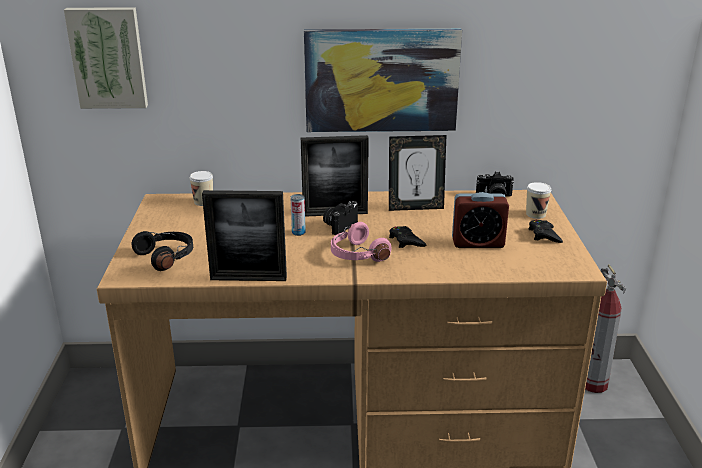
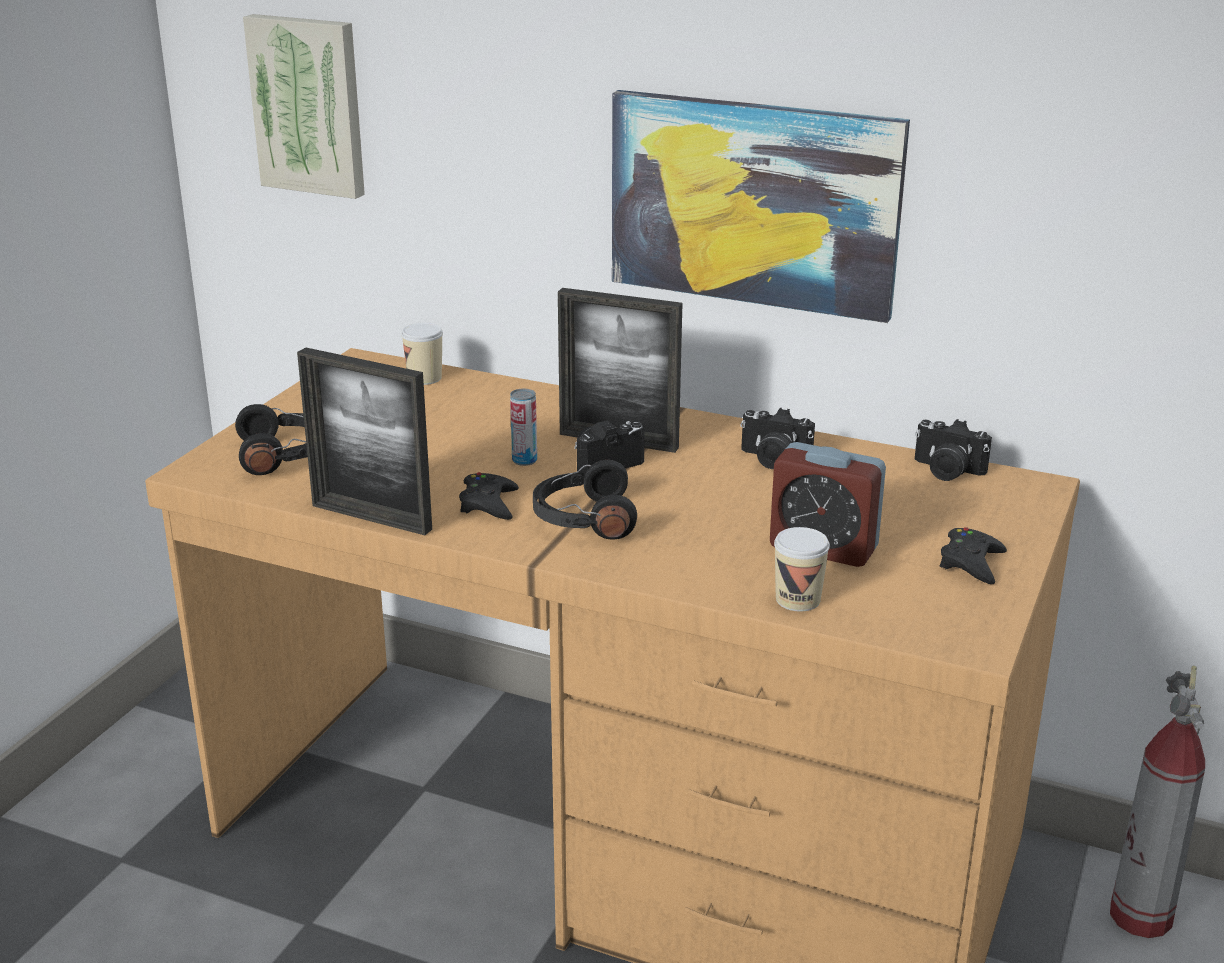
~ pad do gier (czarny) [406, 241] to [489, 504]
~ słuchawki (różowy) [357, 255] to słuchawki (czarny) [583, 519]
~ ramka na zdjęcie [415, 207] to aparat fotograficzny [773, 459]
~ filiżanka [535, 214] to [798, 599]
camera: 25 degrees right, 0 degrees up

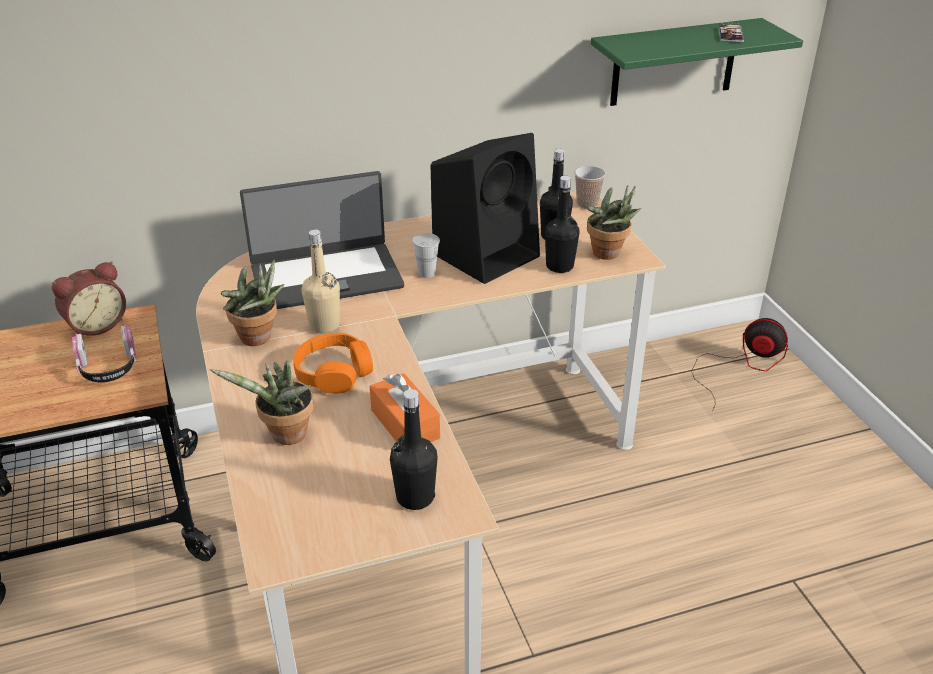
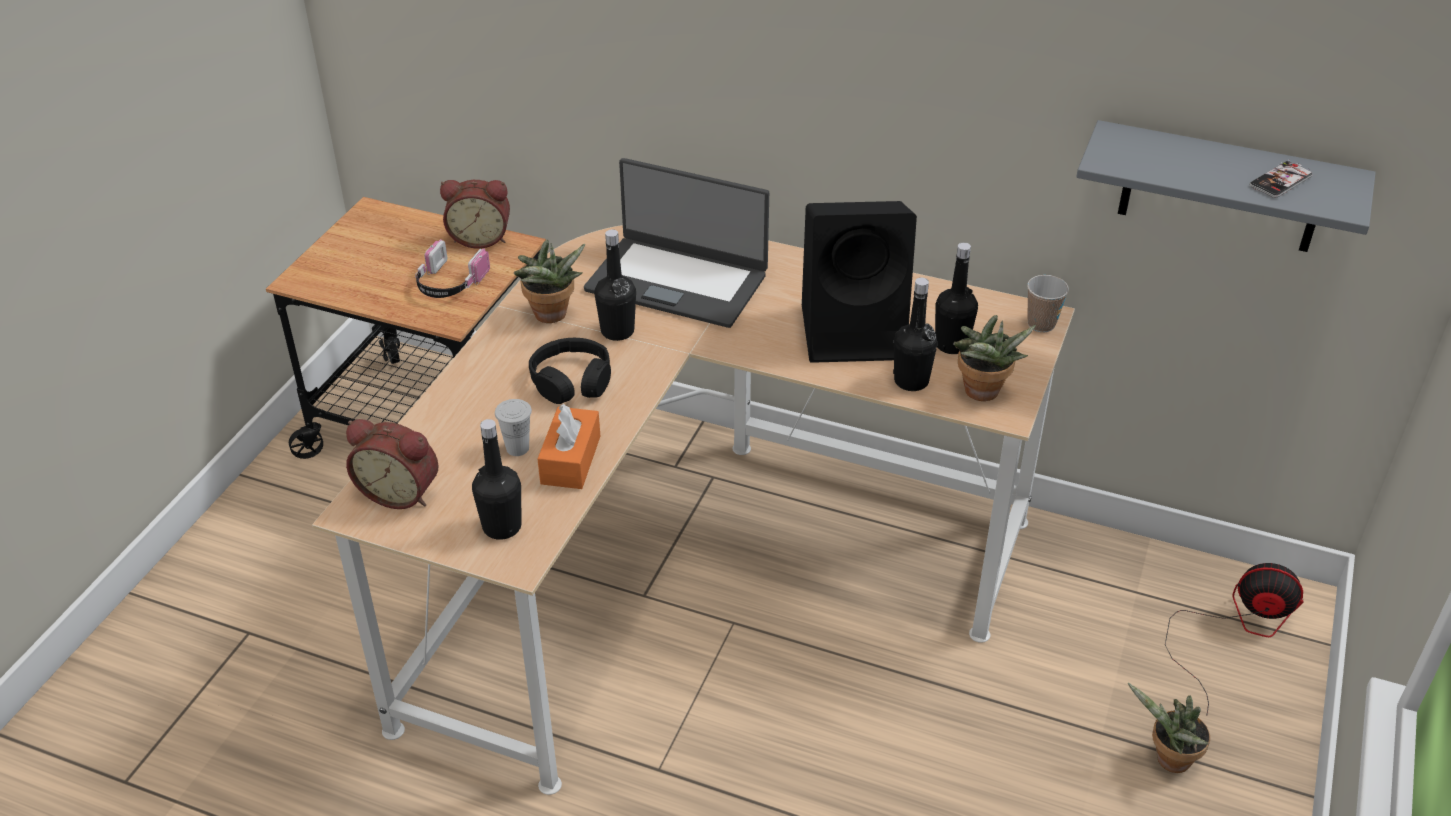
+ budzik [401, 492]
~ filiżanka (biały) [426, 273] to [517, 448]
~ słuchawki (pomarańczowy) [334, 373] to słuchawki (czarny) [572, 381]
~ butelka (beżowy) [324, 325] to butelka (czarny) [617, 331]
~ półka (zielony) [674, 62] to półka (szary) [1222, 188]
~ roślina doniczkowa [285, 437] to [1168, 760]
~ wentylator [741, 366] = [1235, 630] 45 degrees counterclockwise
camera: 40 degrees right, 5 degrees up

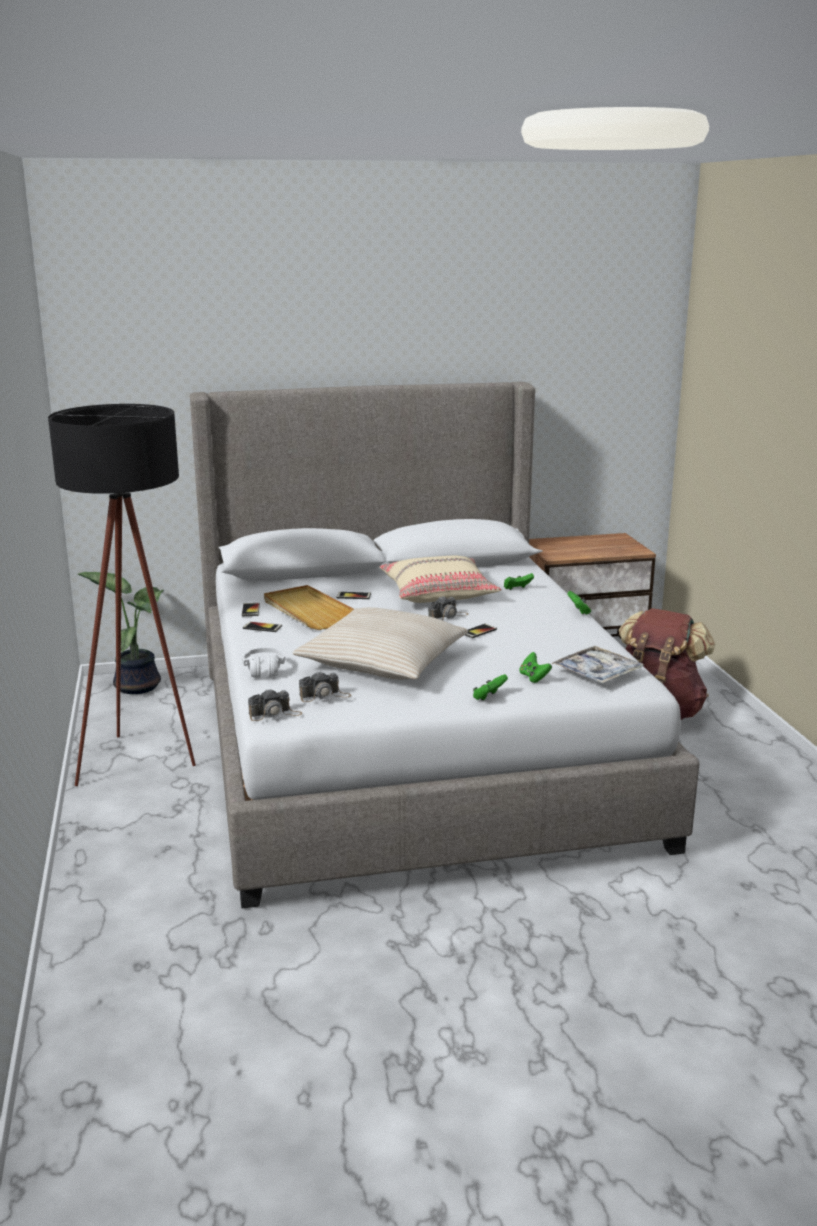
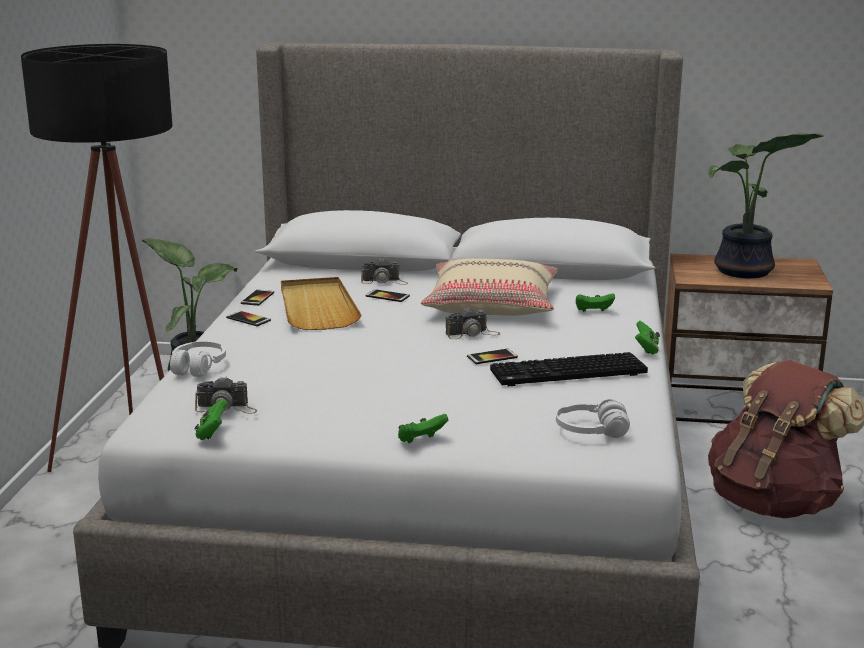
~ pad do gier (zielony) [533, 677] to [212, 433]
~ aparat fotograficzny [275, 714] to [384, 281]
+ klawiatura [567, 373]
~ taca [597, 673] to słuchawki (biały) [591, 431]
+ roślina doniczkowa [744, 272]
- poduszka (beżowy) [383, 661]
camera: 20 degrees right, 0 degrees up

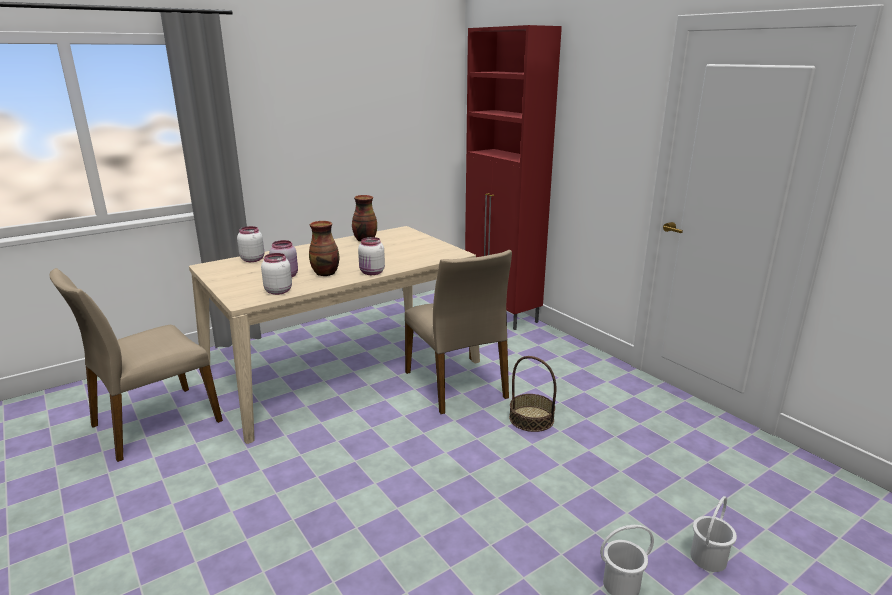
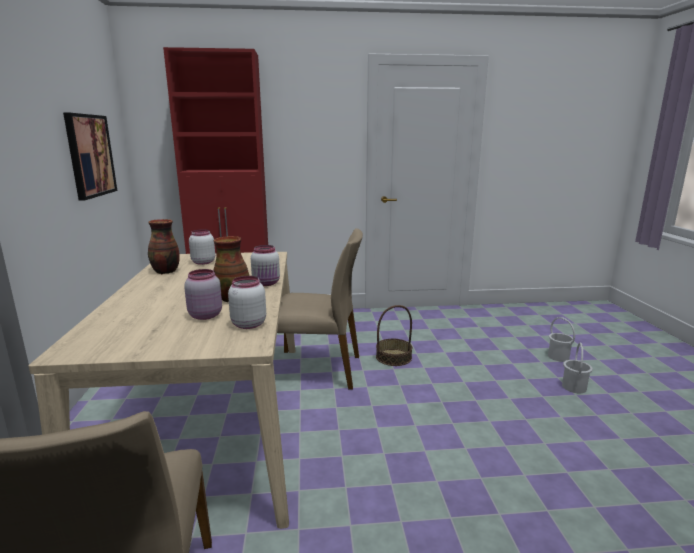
+ obraz [90, 155]
~ słoik (biały) [252, 259] to [202, 262]
camera: 60 degrees left, 5 degrees down

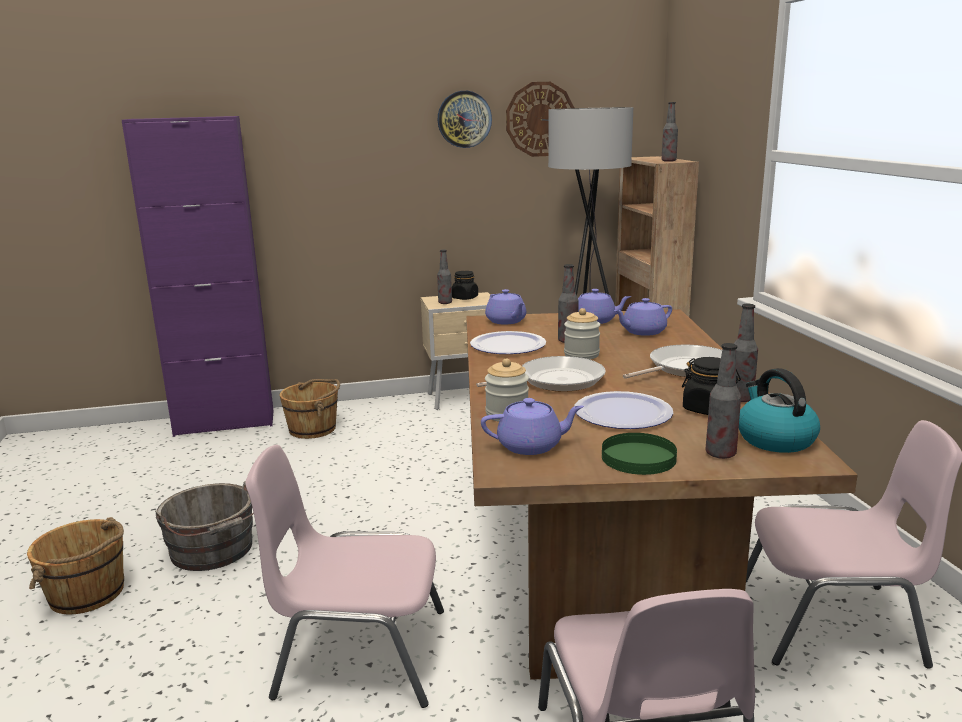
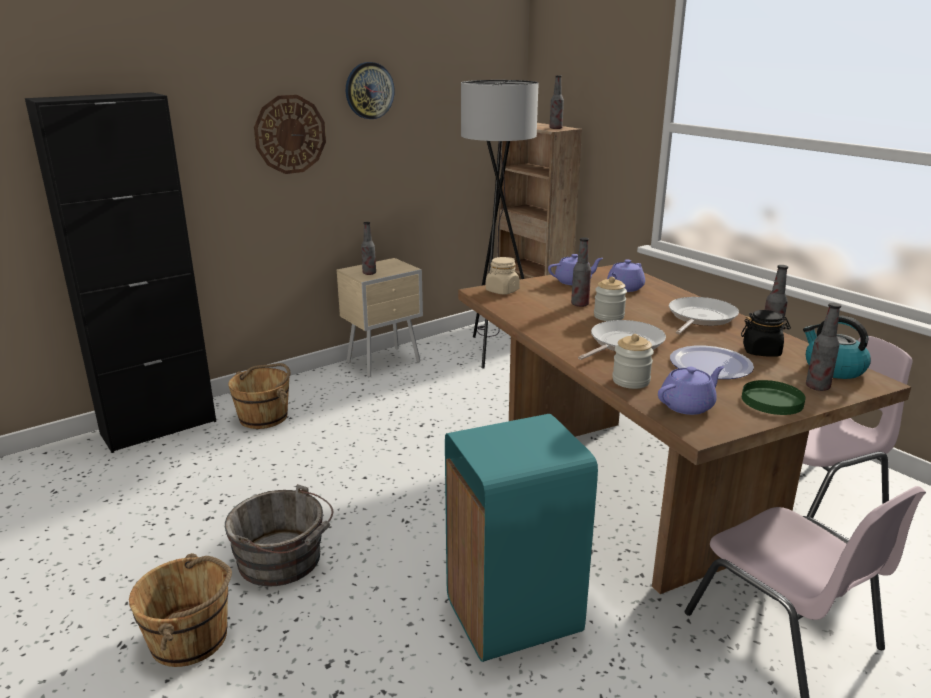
~ szafka (fioletowy) [225, 423] to szafka (czarny) [159, 427]
~ zegar ścienny [540, 119] to [290, 134]
~ krzesło (różowy) [359, 653] to kosz na śmieci (turkusowy) [511, 614]
~ imbryk (fioletowy) [506, 321] to słoik (beżowy) [502, 291]
- słoik (czarny) [464, 298]
- talerz [507, 345]
camera: 25 degrees left, 5 degrees up

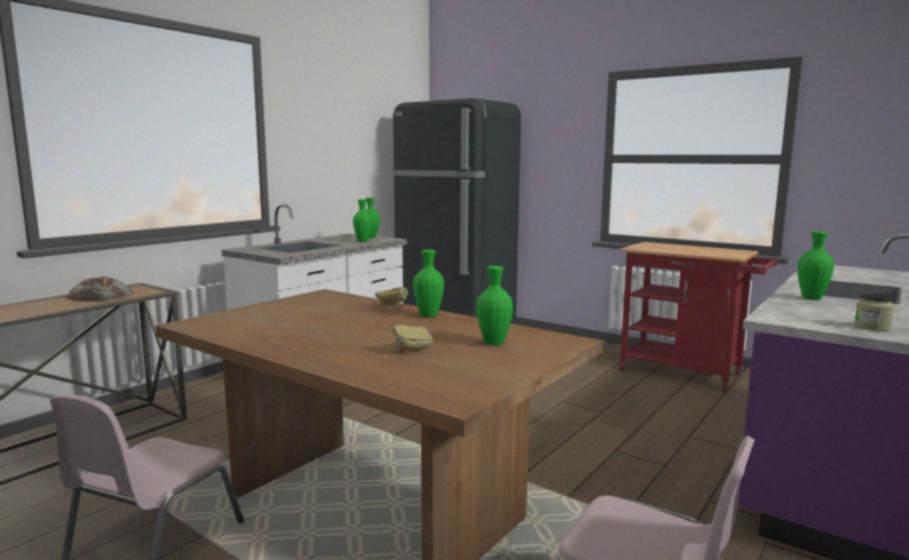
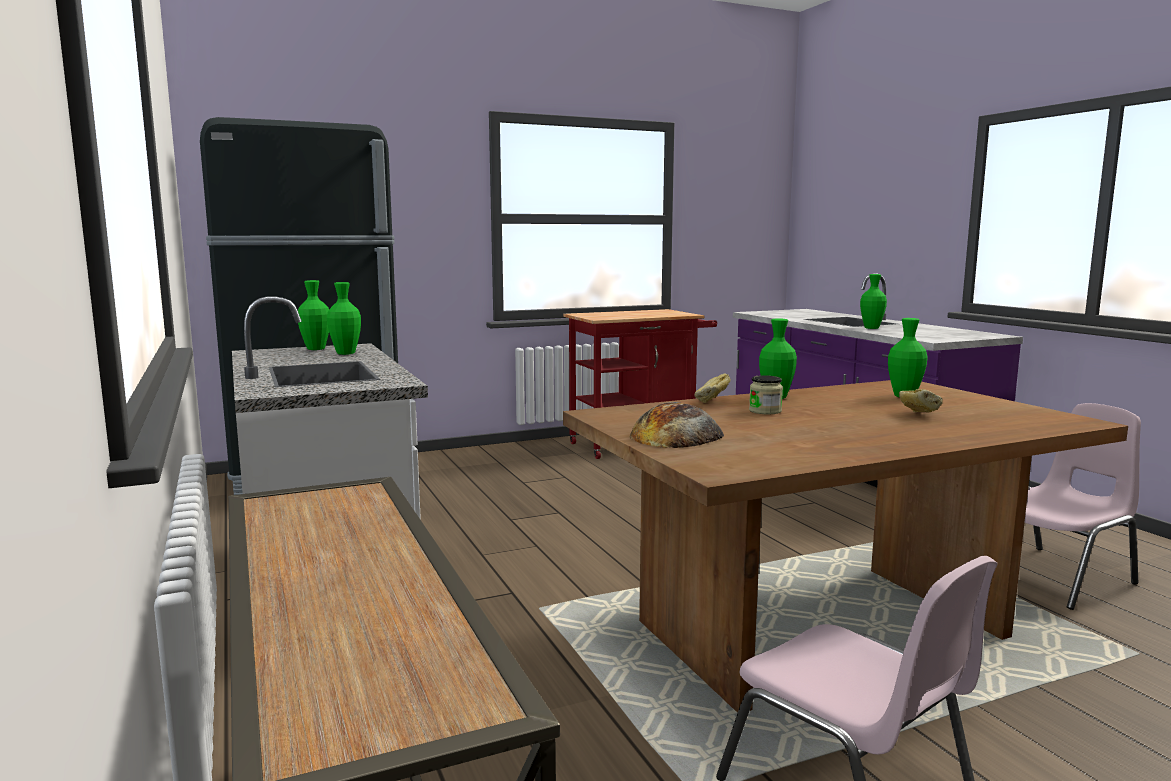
~ chleb [101, 295] to [676, 434]
~ słoik [872, 327] to [765, 411]
camera: 60 degrees left, 0 degrees up

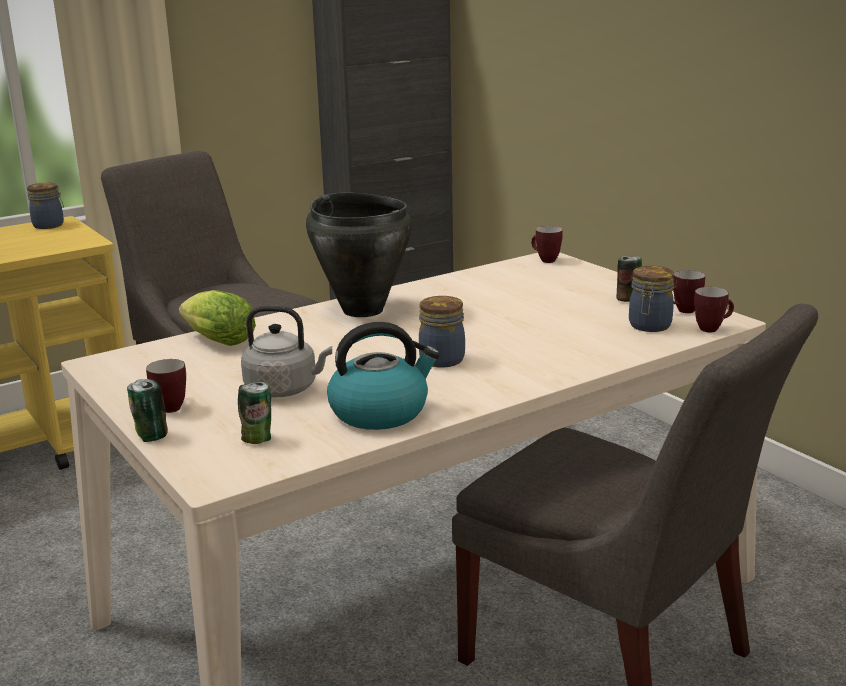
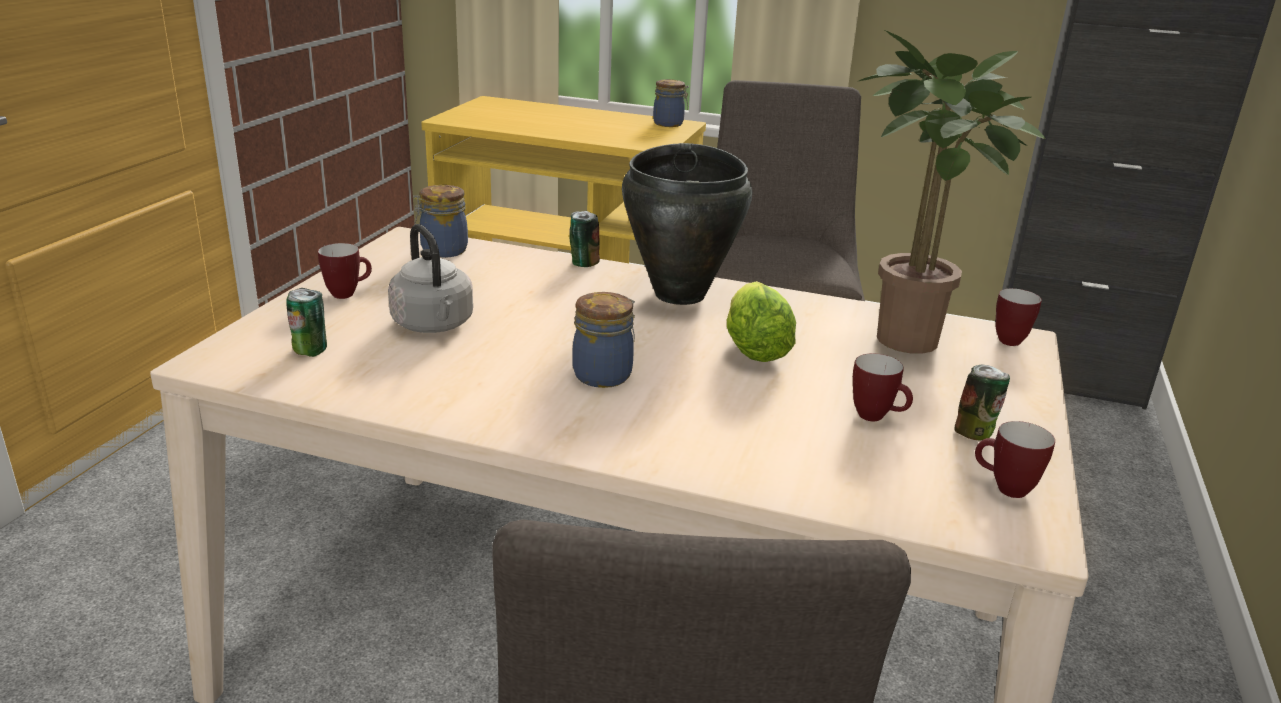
~ słoik [649, 326] to [442, 250]
~ puszka [151, 436] to [583, 263]
~ sałata [216, 341] to [753, 347]
~ kubek [712, 328] to [877, 417]
+ roślina doniczkowa [909, 345]
- czajnik [380, 412]
camera: 50 degrees right, 5 degrees up

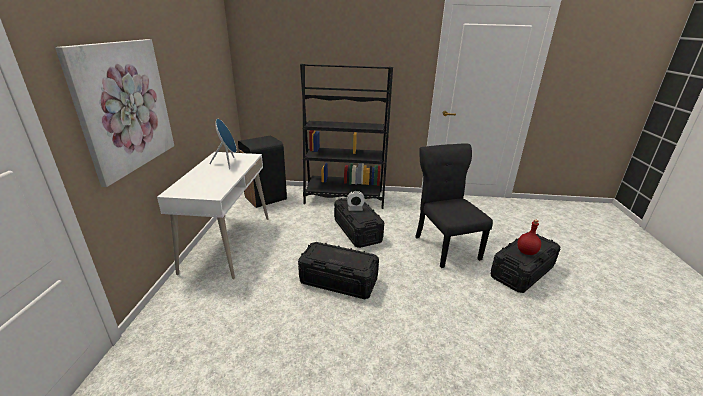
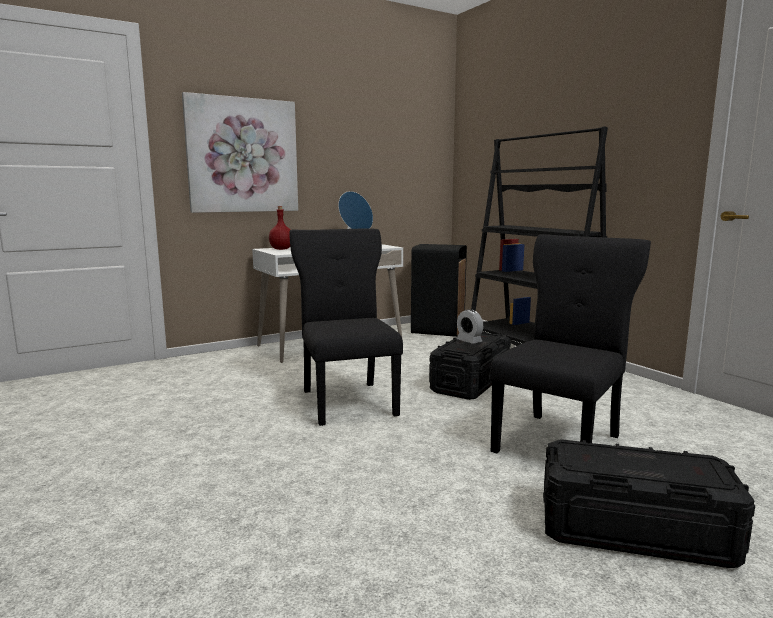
~ butelka (czerwony) [526, 252] to [281, 249]
~ pojemnik do przechowywania (czarny) [338, 281] to krzesło (czarny) [348, 401]
camera: 55 degrees right, 15 degrees down

